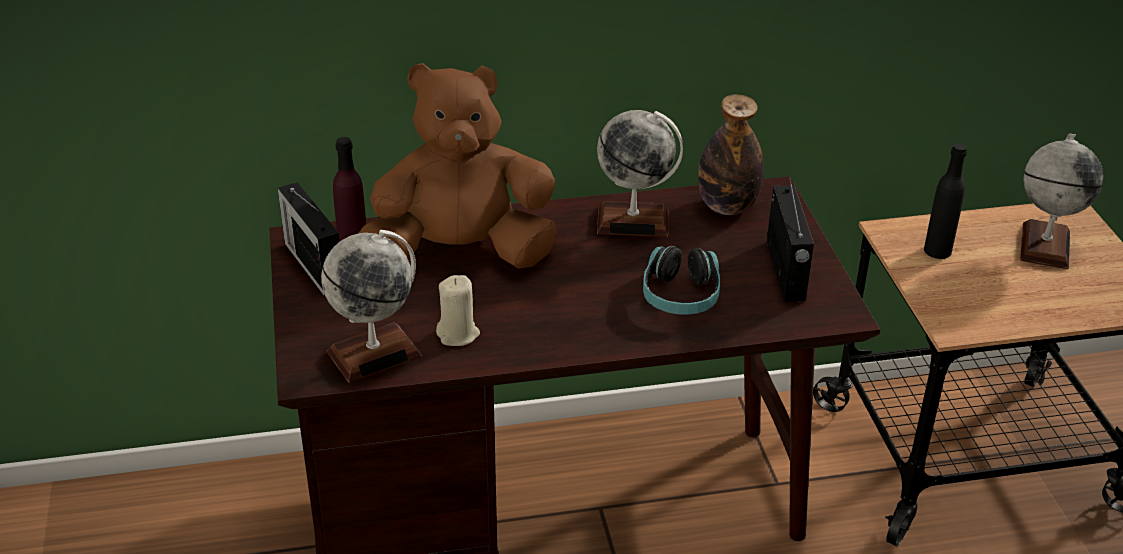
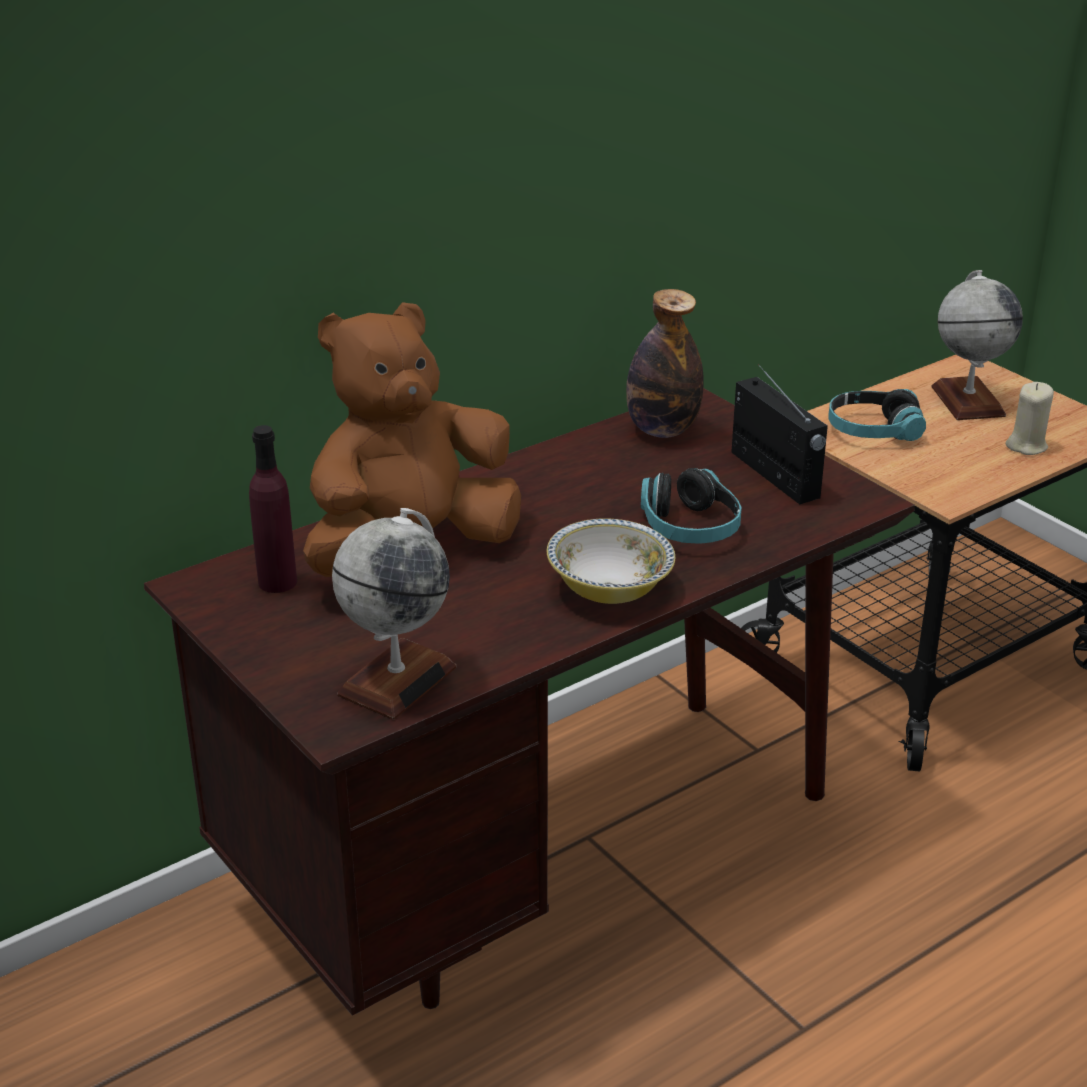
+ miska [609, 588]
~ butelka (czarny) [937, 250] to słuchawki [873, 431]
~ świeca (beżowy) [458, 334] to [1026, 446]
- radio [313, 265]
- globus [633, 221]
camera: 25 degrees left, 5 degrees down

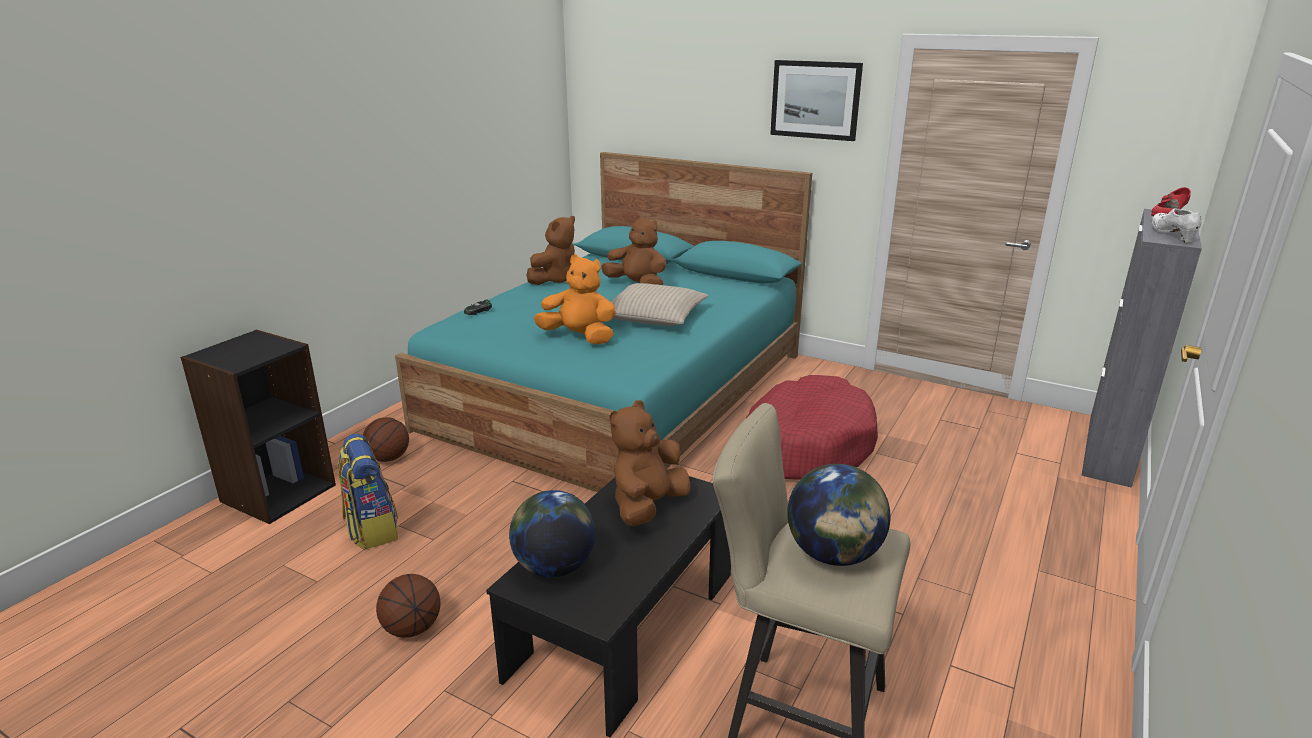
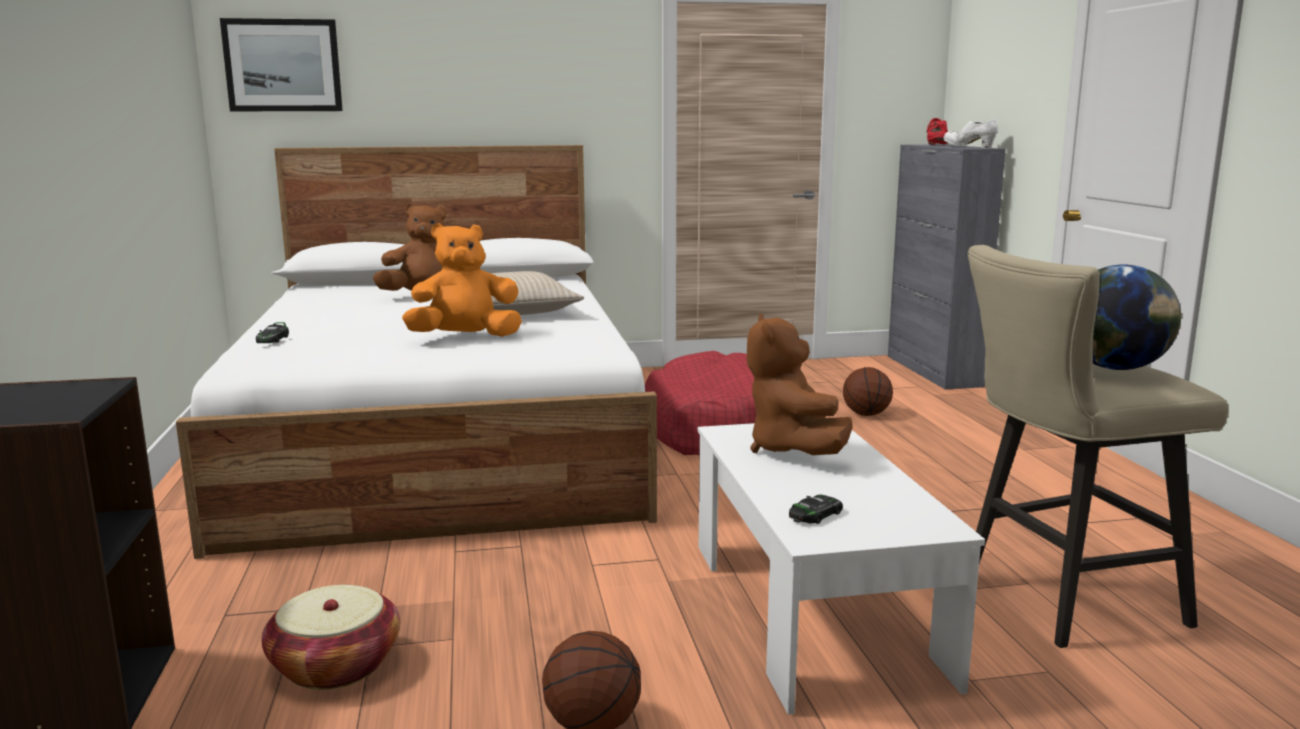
~ łóżko (turkusowy) [622, 390] to łóżko (biały) [443, 440]
~ obraz [815, 100] to [283, 65]
~ plecak [372, 529] to koszyk [335, 666]
~ ława (czarny) [625, 624] to ława (biały) [813, 609]
~ globus [554, 567] to samochodzik [815, 515]
~ piłka do koszykówki [388, 458] to [866, 414]
- pluszak (brązowy) [555, 280]
camera: 40 degrees left, 10 degrees down

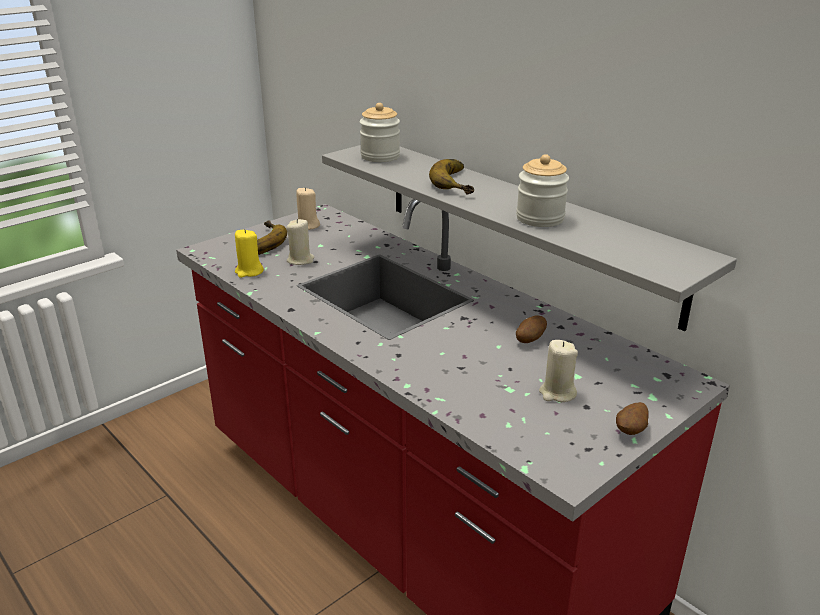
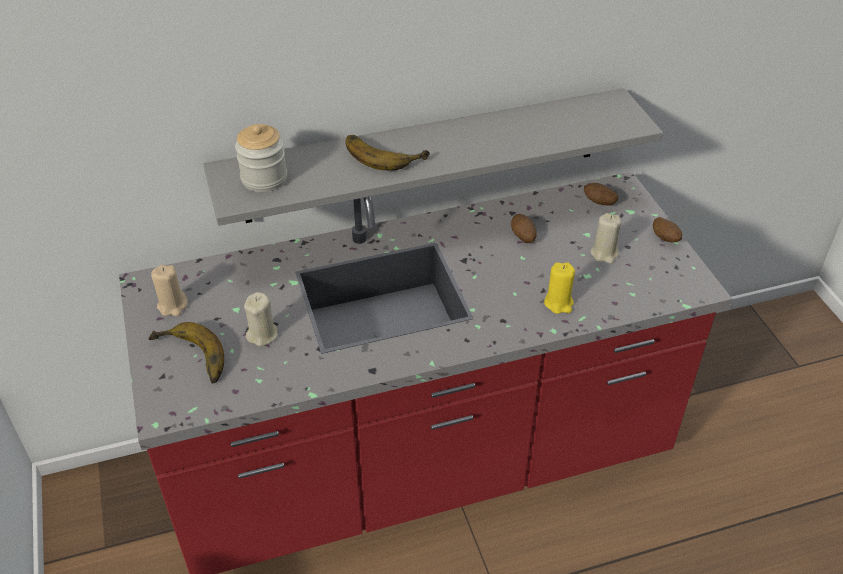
~ świeca (żółty) [249, 271] to [559, 303]
+ ziemniak [599, 203]
- słoik [540, 218]
camera: 65 degrees left, 15 degrees up

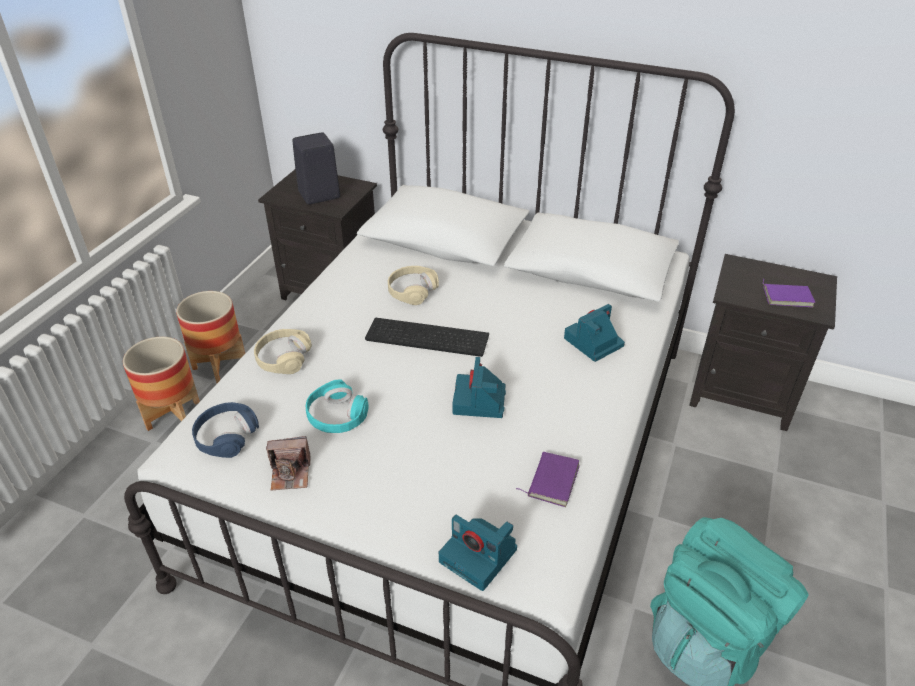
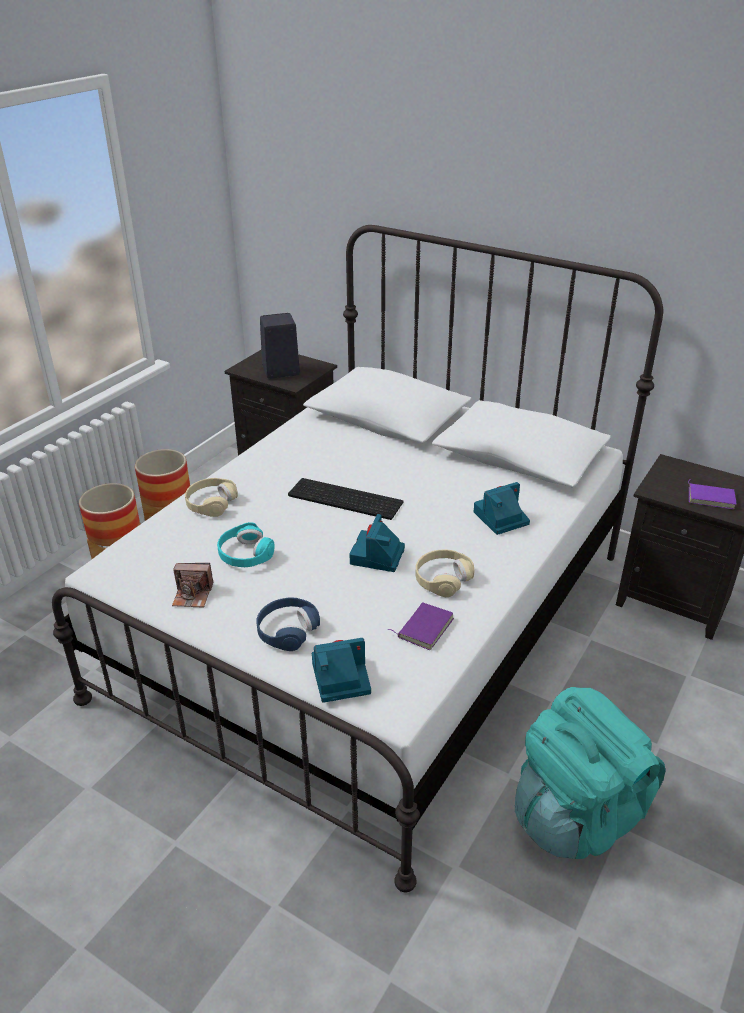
~ słuchawki (niebieski) [226, 436] to [287, 630]
~ aparat fotograficzny [480, 556] = [339, 679] 120 degrees clockwise
~ słuchawki (beżowy) [412, 290] to [442, 578]
camera: 10 degrees right, 5 degrees down

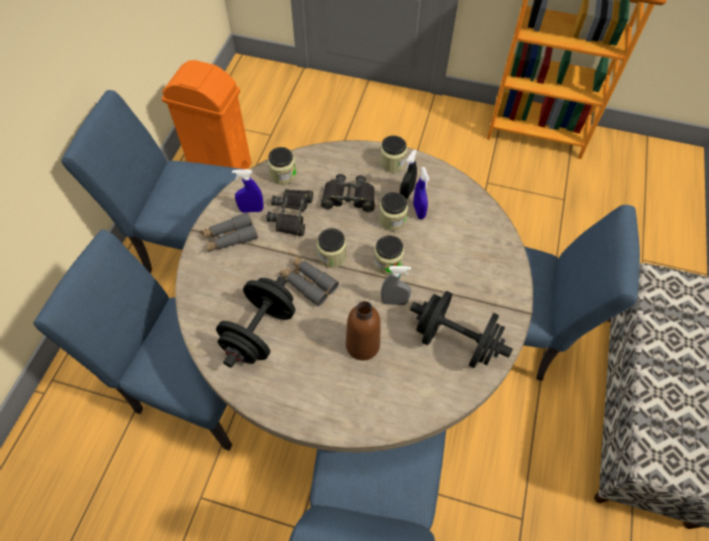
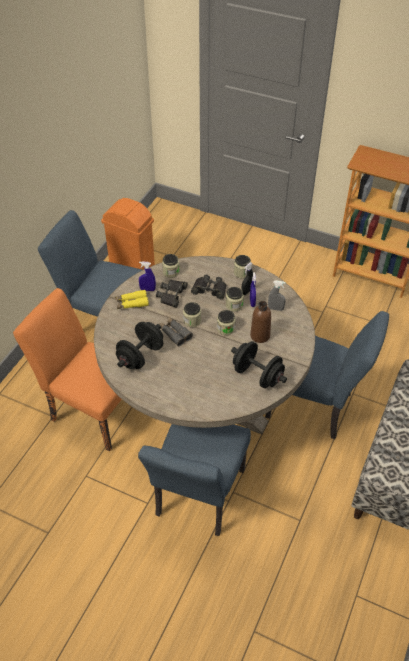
~ krzesło (niebieski) [193, 385] to krzesło (pomarańczowy) [91, 409]
~ lornetka (szary) [230, 237] to lornetka (żółty) [131, 303]
~ butelka (brązowy) [362, 345] to [260, 336]
~ spryskiwacz (szary) [394, 301] to [275, 308]
camera: 10 degrees right, 10 degrees down

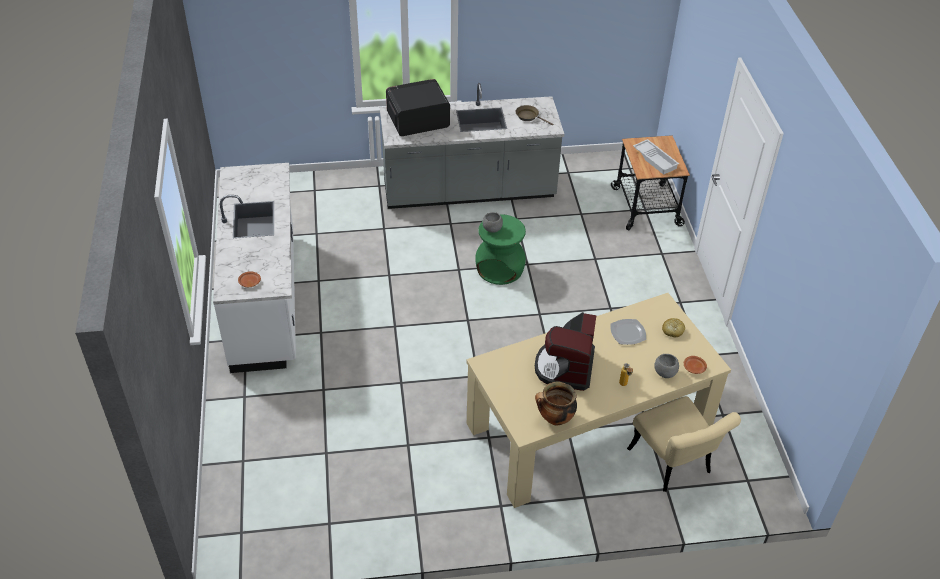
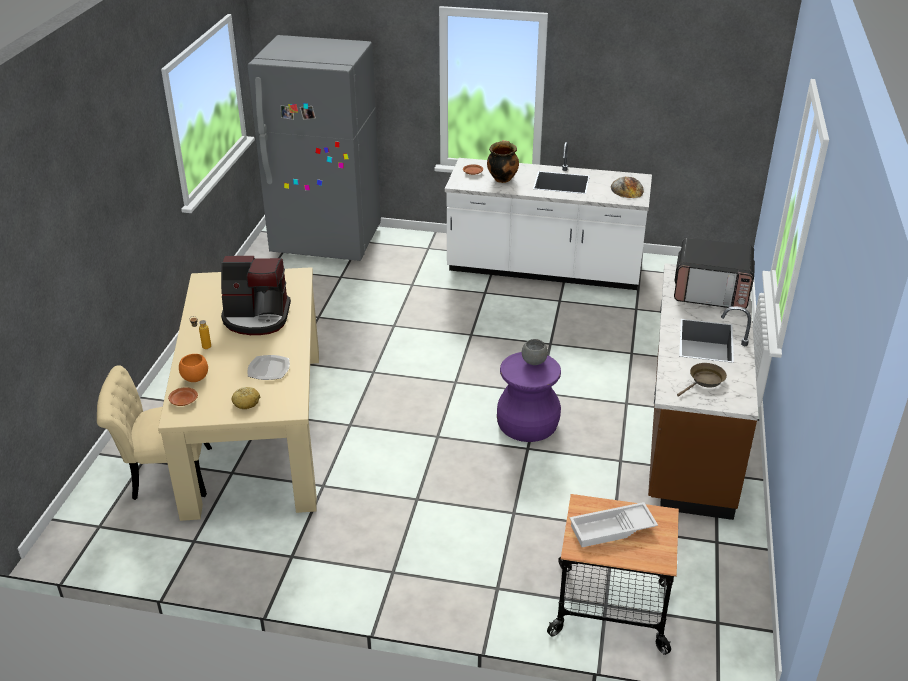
~ miska (szary) [665, 373] to miska (pomarańczowy) [195, 378]
~ ekspres do kawy [565, 367] = [257, 317] 150 degrees clockwise
+ lodówka (szary) [326, 242]
~ garnek [555, 419] to [502, 178]
~ stołek (zielony) [500, 269] to stołek (fioletowy) [528, 424]
+ chleb [627, 189]
~ zabudowa kuchenna (szary) [469, 191] to zabudowa kuchenna (brązowy) [689, 432]
~ mikrofalówka [417, 121] = [711, 292] 105 degrees clockwise
camera: 110 degrees right, 10 degrees down

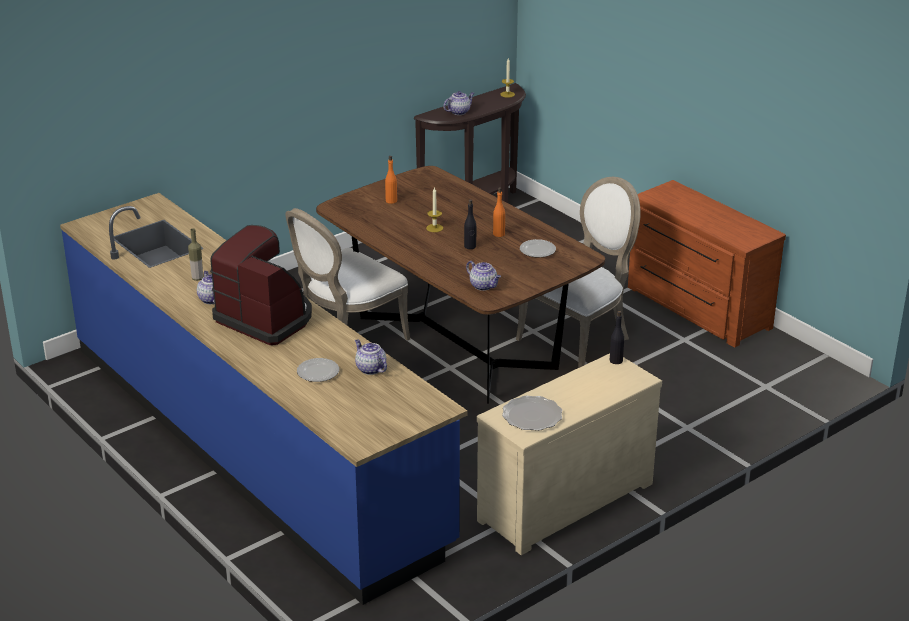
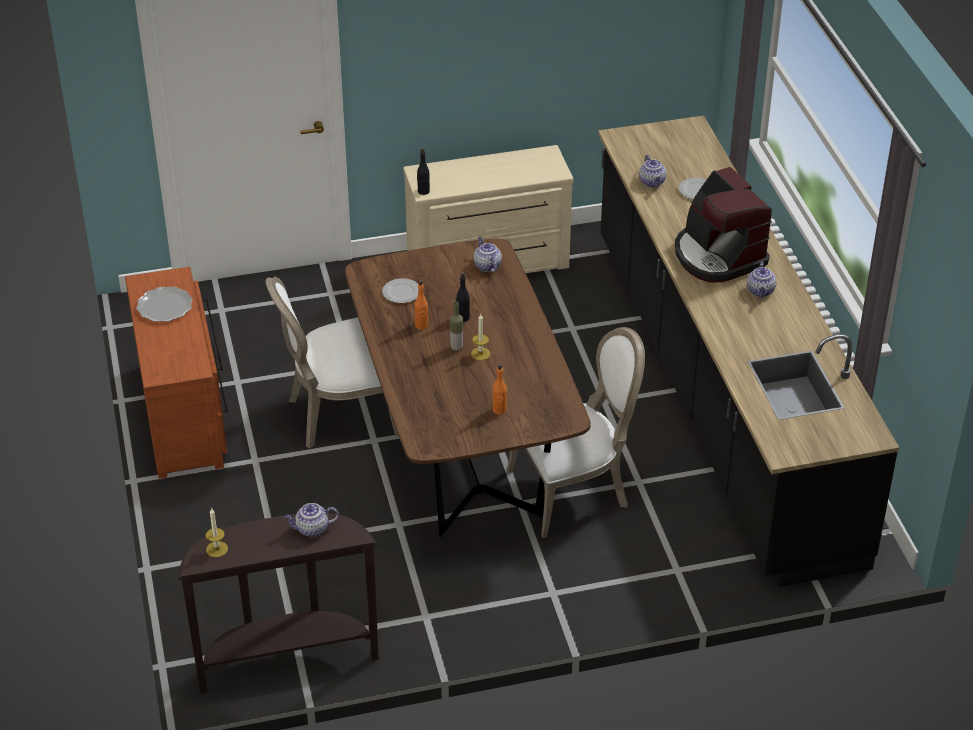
~ talerz [532, 416] to [164, 307]
~ butelka [197, 278] to [456, 348]
~ zabudowa kuchenna (niebieski) [254, 442] to zabudowa kuchenna (czarny) [721, 393]
camera: 155 degrees left, 10 degrees up

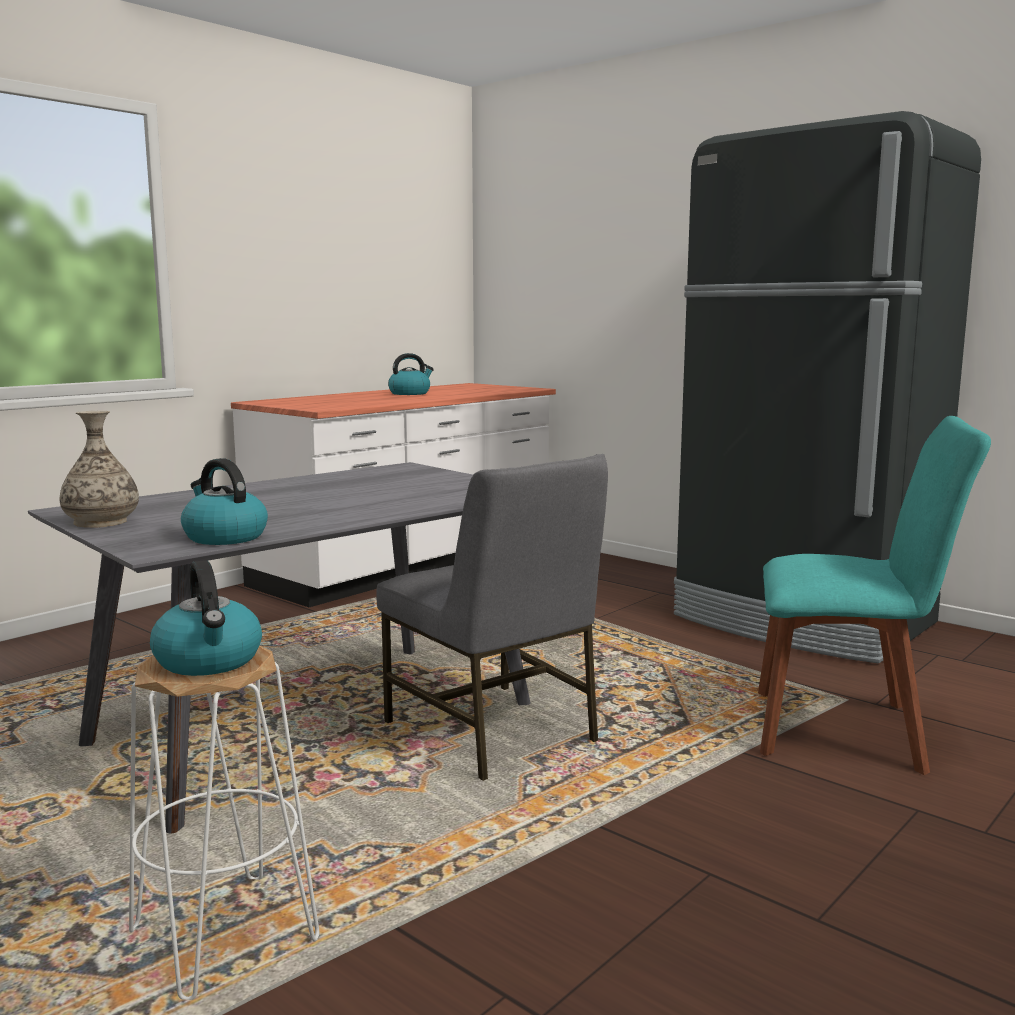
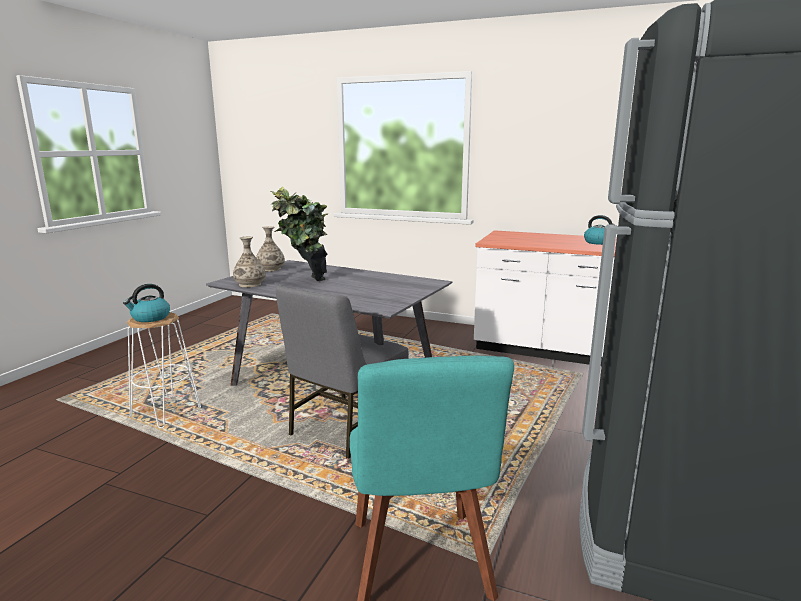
~ czajnik [224, 537] to wazon [250, 284]
+ roślina doniczkowa [305, 282]
camera: 70 degrees right, 5 degrees up

